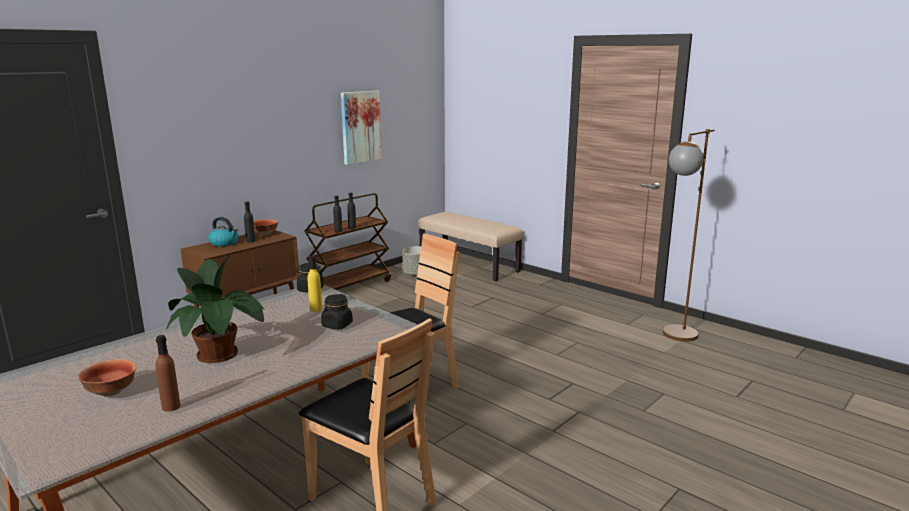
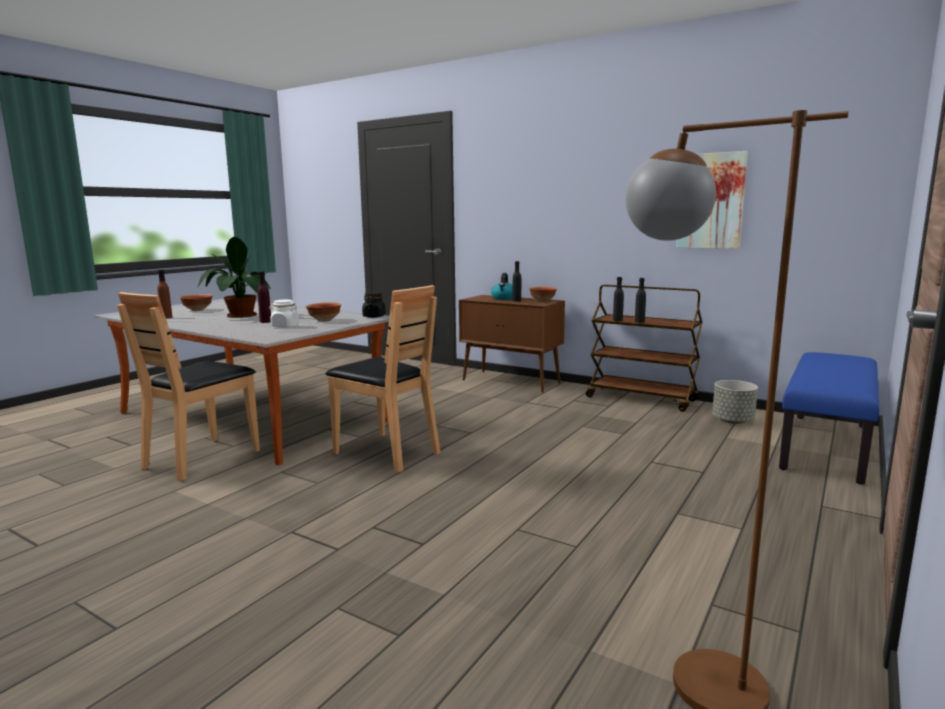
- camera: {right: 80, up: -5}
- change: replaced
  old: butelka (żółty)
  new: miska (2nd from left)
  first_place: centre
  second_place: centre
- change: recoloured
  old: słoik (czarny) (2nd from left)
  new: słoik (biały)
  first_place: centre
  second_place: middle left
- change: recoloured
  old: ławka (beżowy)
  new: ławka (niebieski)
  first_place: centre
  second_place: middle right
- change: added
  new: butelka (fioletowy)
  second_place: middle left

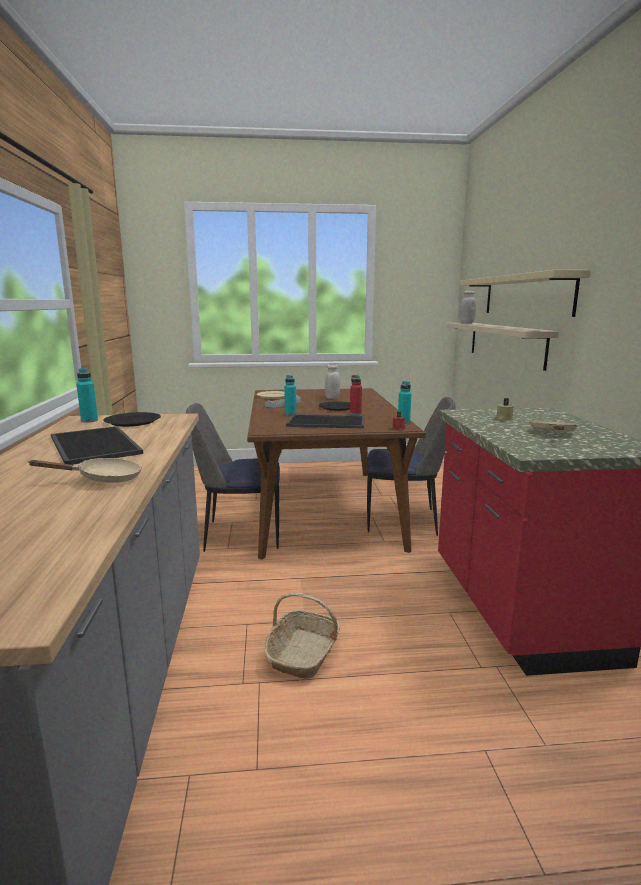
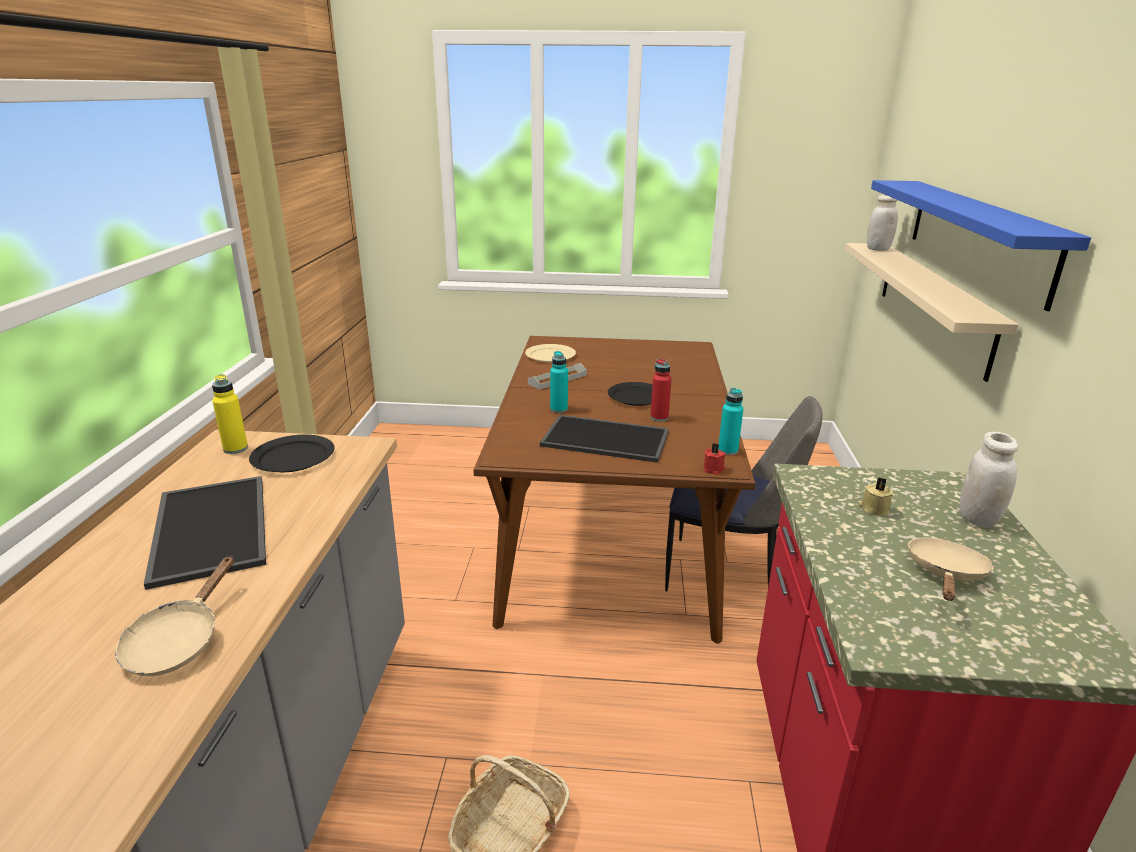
- camera: {right: 10, up: 10}
- change: turned
  old: patelnia (beżowy) (1st from left)
  first_place: middle left
  second_place: bottom left
  degrees: 105
- change: recoloured
  old: butelka (turkusowy) (1st from left)
  new: butelka (żółty)
  first_place: middle left
  second_place: middle left
- change: removed
  old: krzesło (1st from left)
  first_place: centre
- change: moved
  old: słoik (biały) (1st from left in the first image)
  new: słoik (biały) (2nd from left)
  first_place: centre
  second_place: middle right
- change: recoloured
  old: półka (beżowy) (2nd from left)
  new: półka (niebieski)
  first_place: top right
  second_place: top right

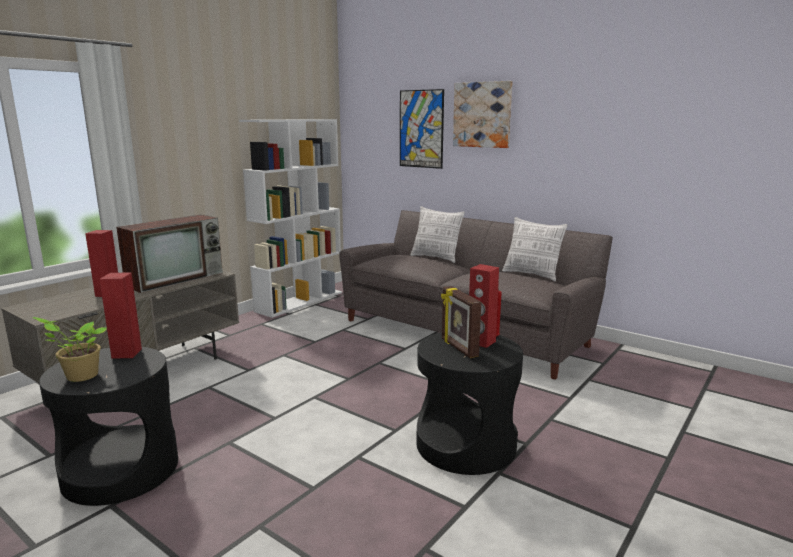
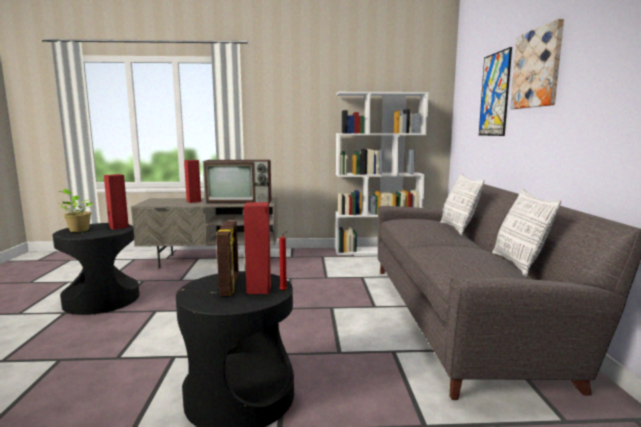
- camera: {right: 50, up: -5}
- change: turned
  old: ramka na zdjęcie
  first_place: centre
  second_place: centre
  degrees: 150

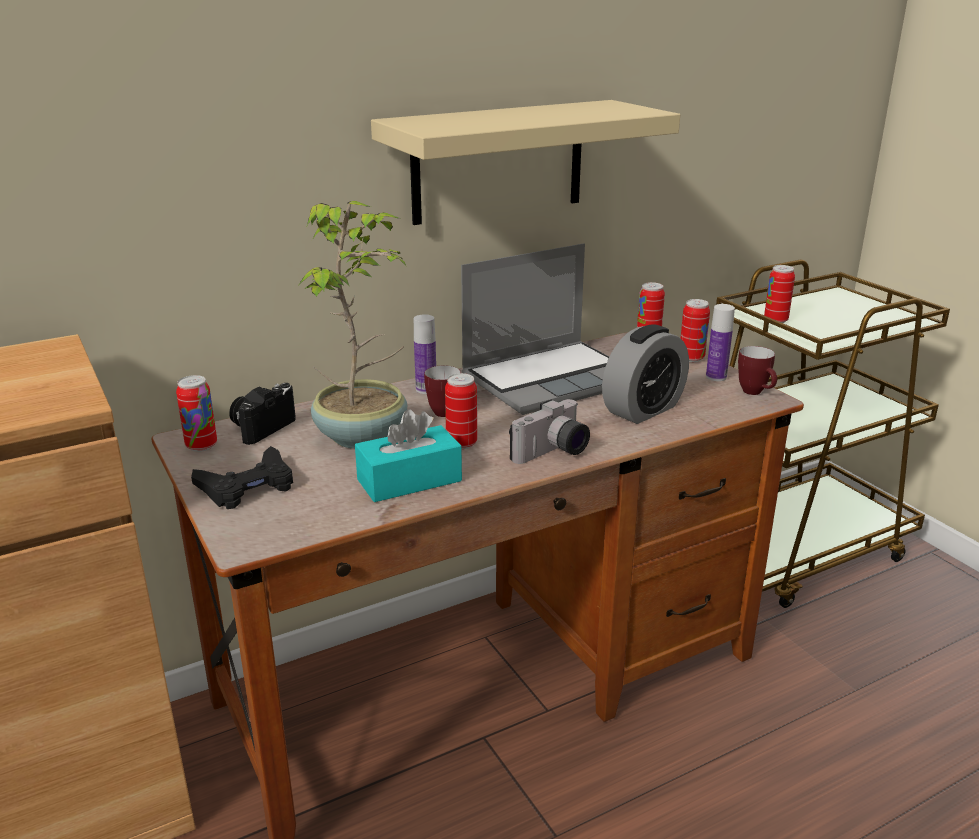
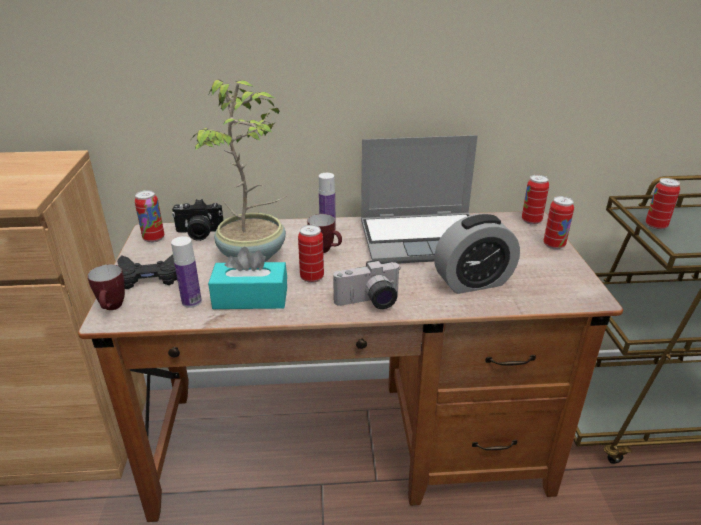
- camera: {right: 25, up: 5}
- change: turned
  old: aparat fotograficzny (1st from left)
  first_place: middle left
  second_place: middle left
  degrees: -150
- change: removed
  old: półka (beżowy)
  first_place: top centre
- change: moved
  old: butelka (2nd from left in the first image)
  new: butelka (1st from left)
  first_place: middle right
  second_place: middle left
- change: moved
  old: kubek (2nd from left in the first image)
  new: kubek (1st from left)
  first_place: middle right
  second_place: middle left

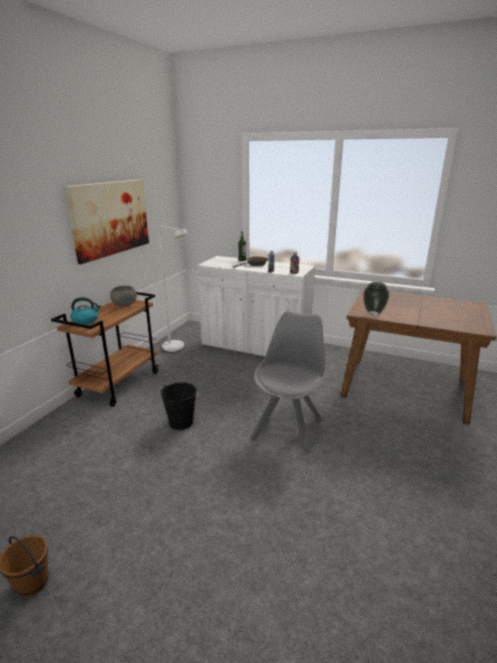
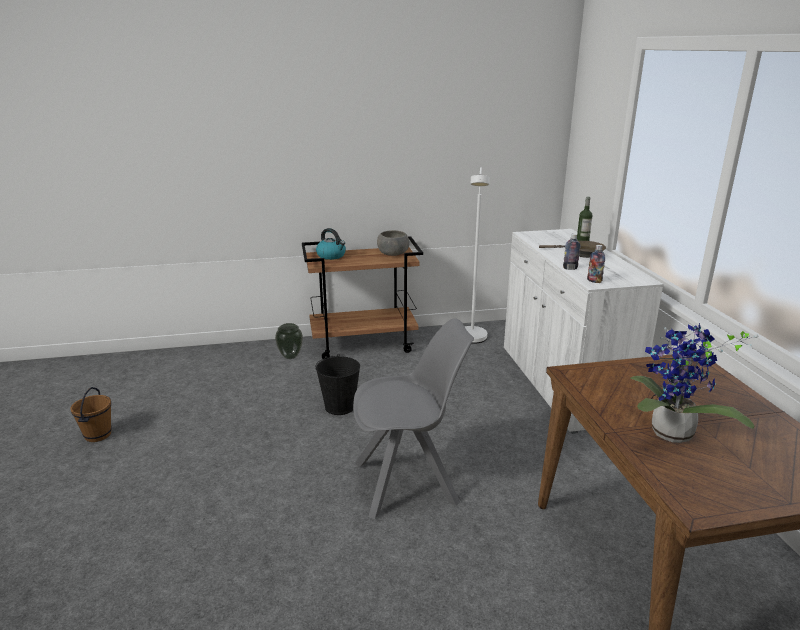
- camera: {right: 55, up: 0}
- change: removed
  old: obraz
  first_place: middle left
- change: moved
  old: wazon
  first_place: middle right
  second_place: centre
- change: added
  new: roślina doniczkowa
  second_place: middle right

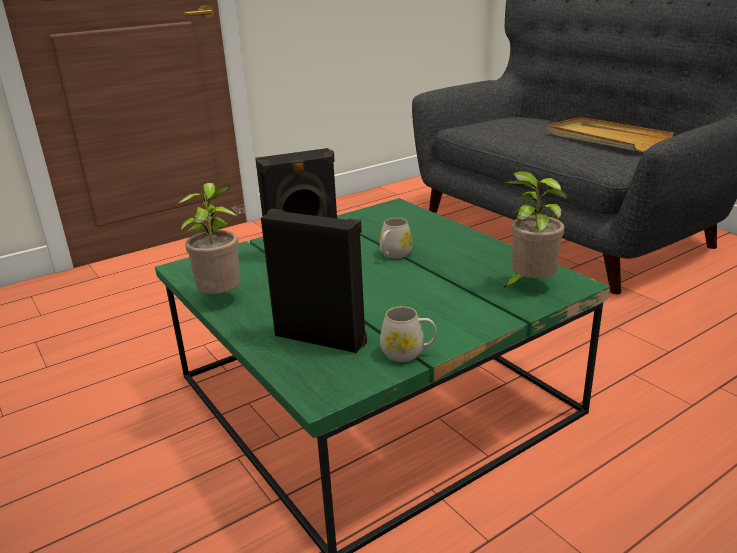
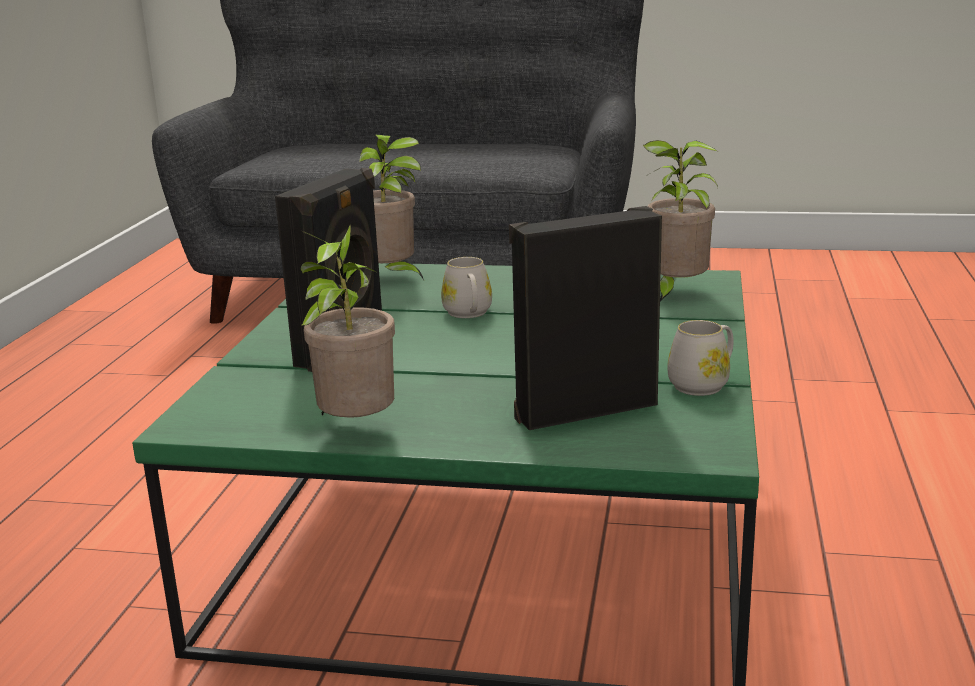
- camera: {right: -45, up: -5}
- change: removed
  old: taca (beżowy)
  first_place: top right
- change: added
  new: roślina doniczkowa (2nd from left)
  second_place: top centre

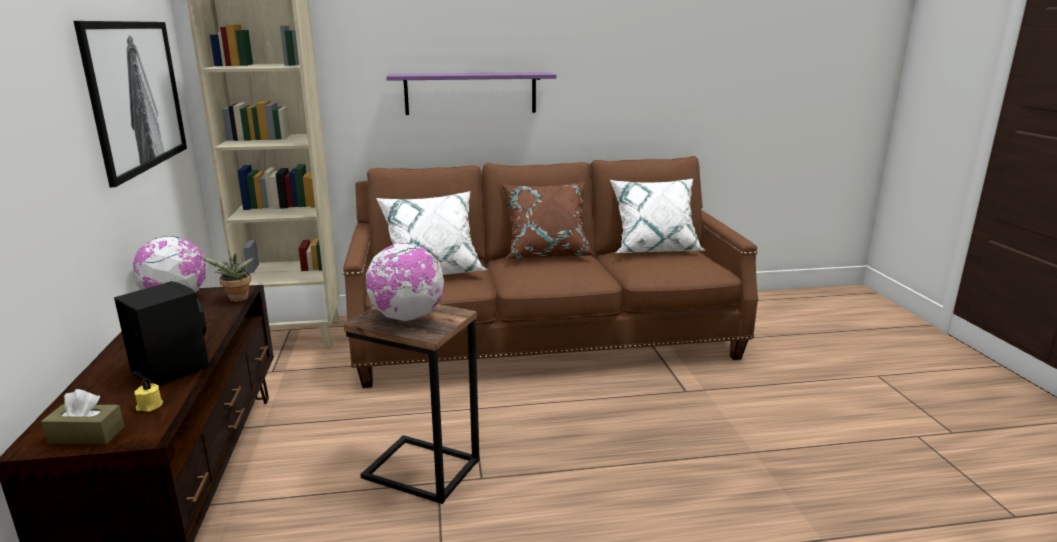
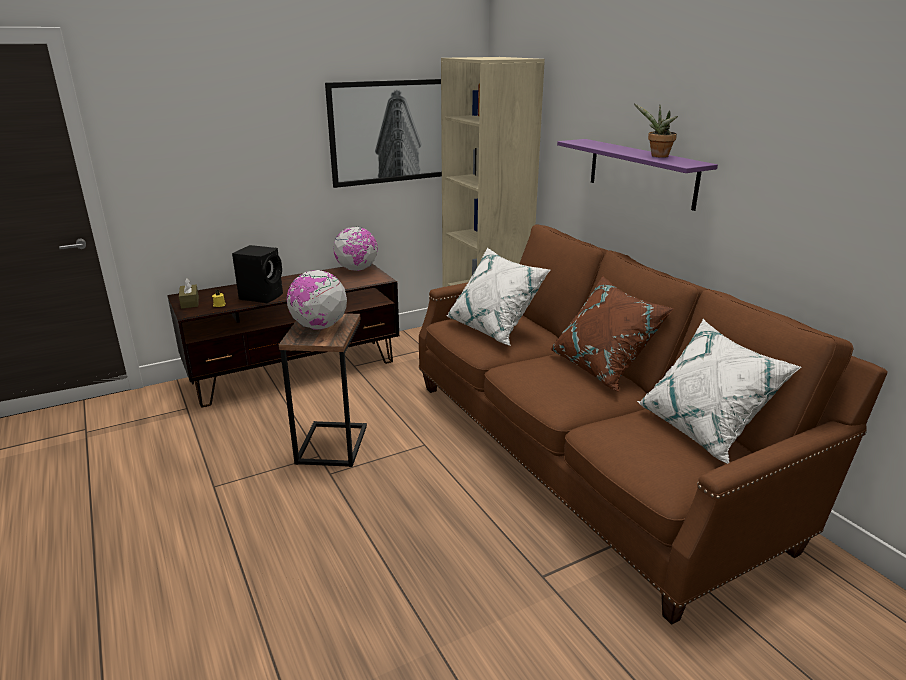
- camera: {right: 70, up: 5}
- change: moved
  old: roślina doniczkowa
  first_place: middle left
  second_place: top right

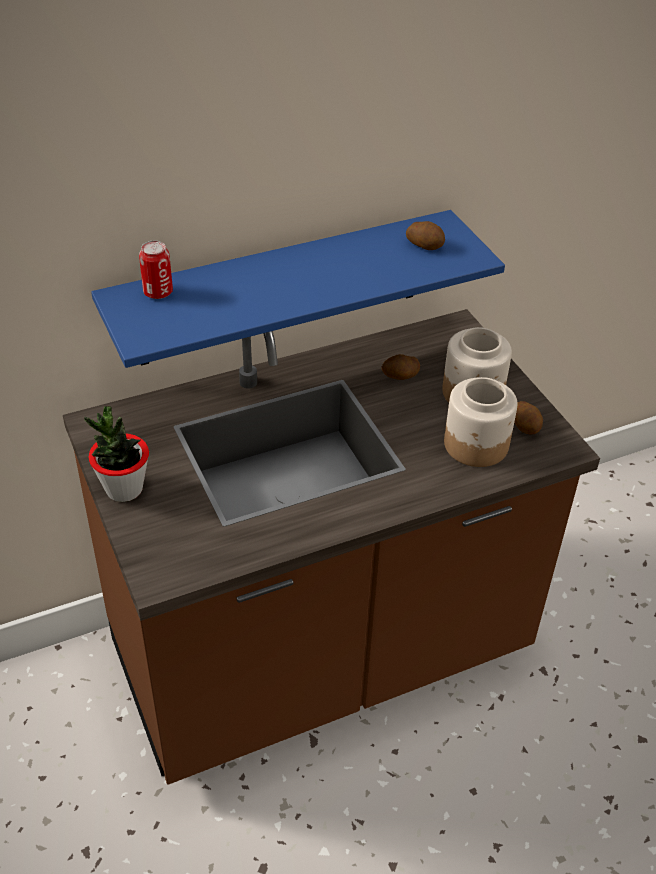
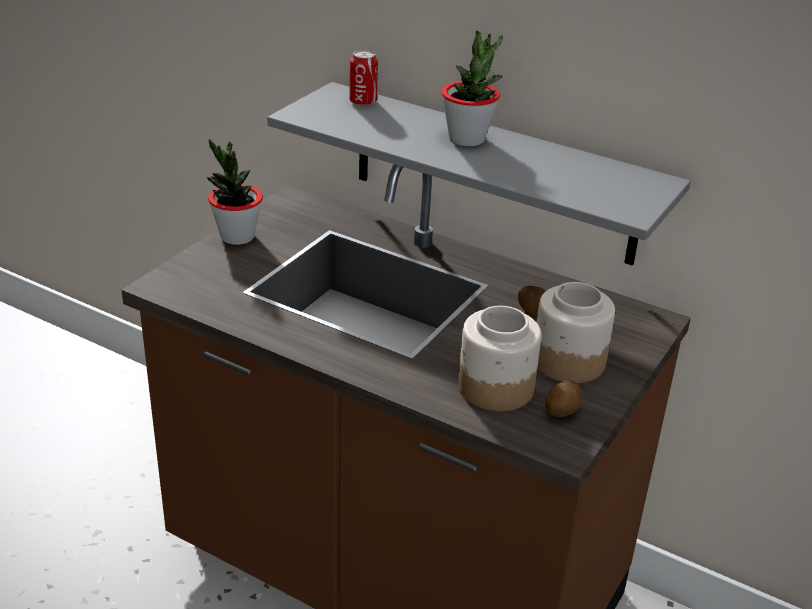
- camera: {right: 55, up: -10}
- change: recoloured
  old: półka (niebieski)
  new: półka (szary)
  first_place: top centre
  second_place: top centre
- change: removed
  old: ziemniak (2nd from left)
  first_place: top centre
- change: added
  new: roślina doniczkowa (2nd from left)
  second_place: top centre

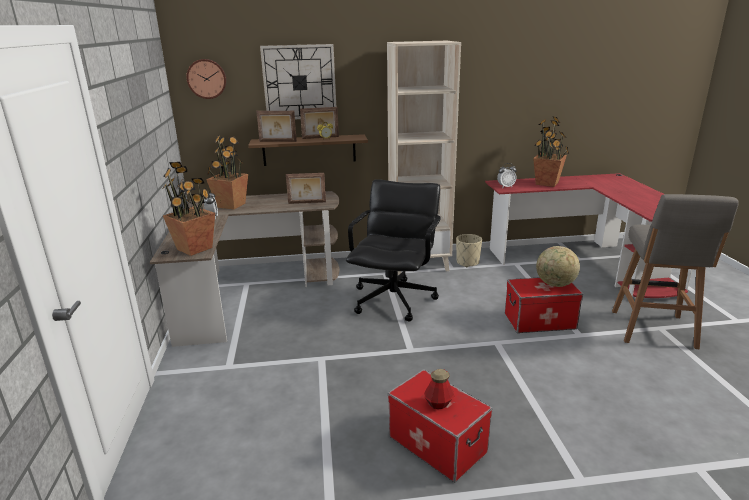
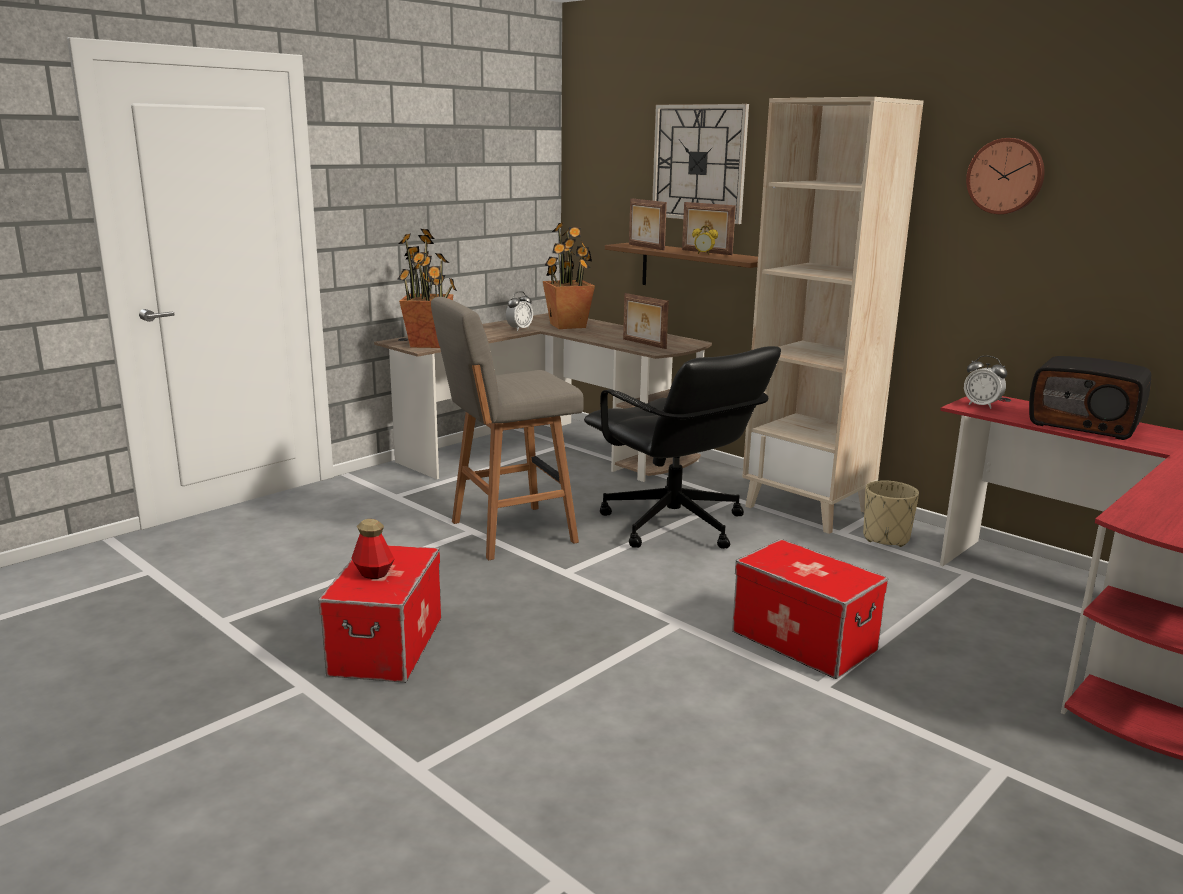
- camera: {right: 50, up: -5}
- change: moved
  old: zegar ścienny (1st from left in the first image)
  new: zegar ścienny (2nd from left)
  first_place: top left
  second_place: top right
- change: turned
  old: krzesło biurowe (czarny)
  first_place: centre
  second_place: centre
  degrees: 75
- change: replaced
  old: roślina doniczkowa (3rd from left)
  new: radio
  first_place: top right
  second_place: middle right
- change: removed
  old: globus
  first_place: middle right
- change: moved
  old: stołek (szary)
  first_place: middle right
  second_place: centre

